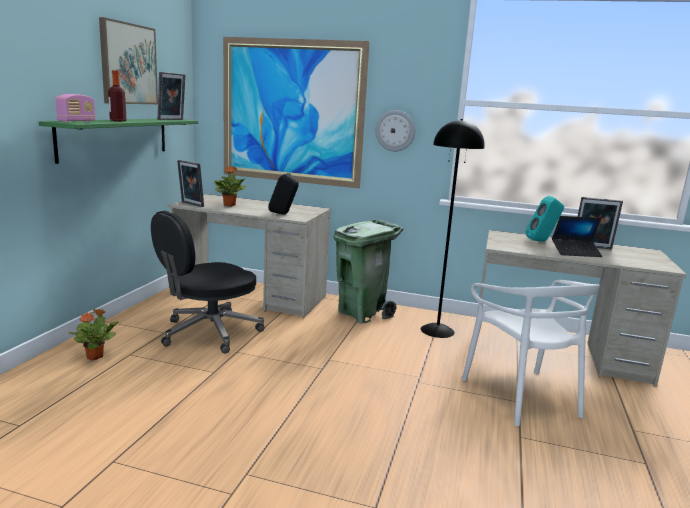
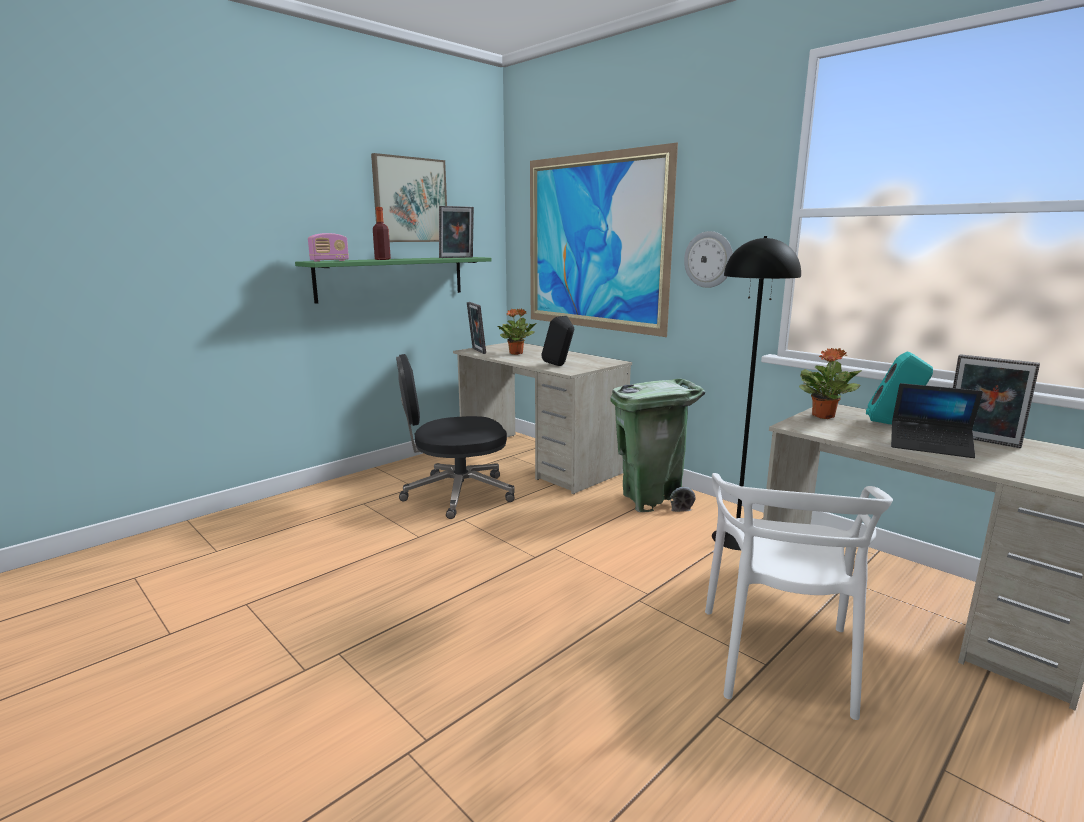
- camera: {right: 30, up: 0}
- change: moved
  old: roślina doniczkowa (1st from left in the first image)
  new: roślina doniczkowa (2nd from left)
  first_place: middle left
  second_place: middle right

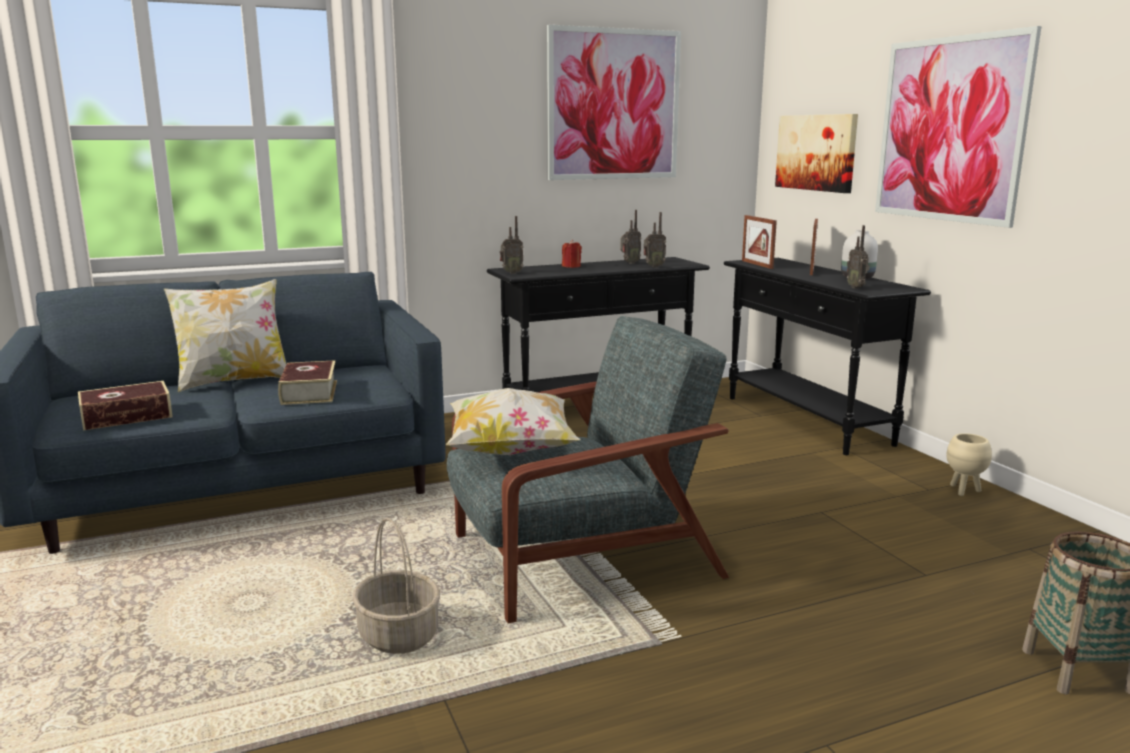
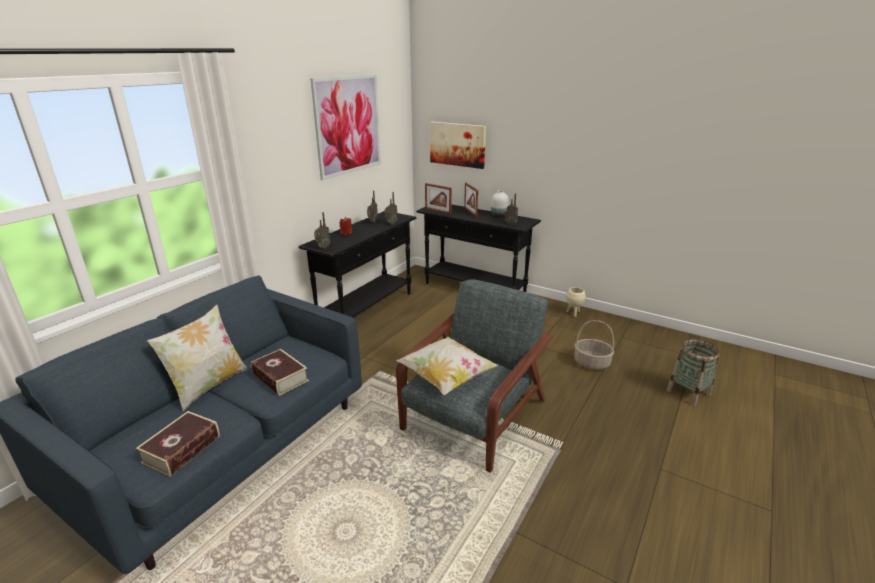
- camera: {right: -35, up: 10}
- change: moved
  old: koszyk (1st from left)
  first_place: bottom centre
  second_place: middle right
- change: removed
  old: obraz (3rd from left)
  first_place: top right

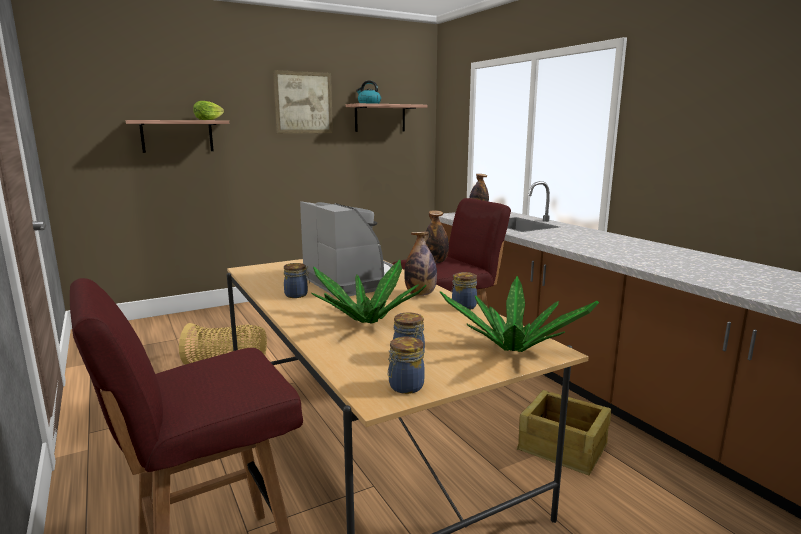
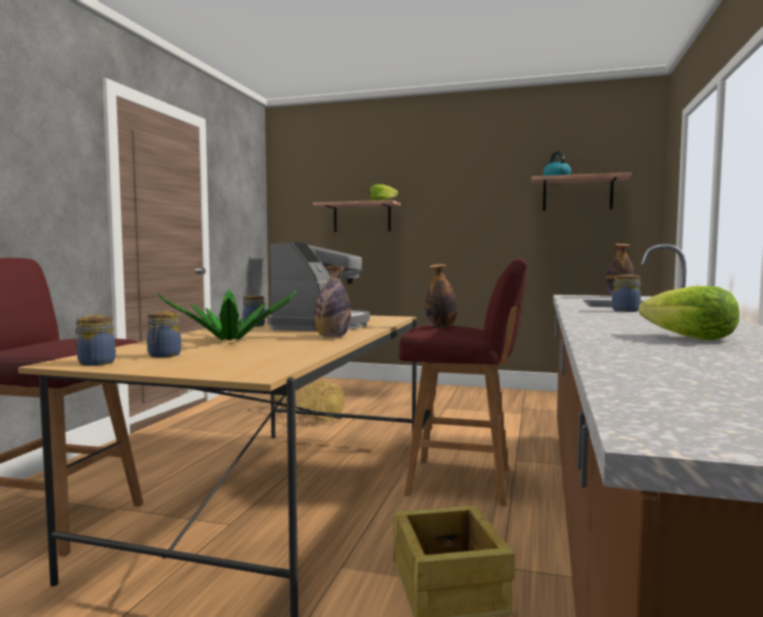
- camera: {right: 45, up: -10}
- change: removed
  old: obraz
  first_place: top centre
- change: removed
  old: roślina doniczkowa (2nd from left)
  first_place: centre
- change: moved
  old: słoik (4th from left)
  first_place: centre
  second_place: middle right
- change: added
  new: sałata (2nd from left)
  second_place: middle right

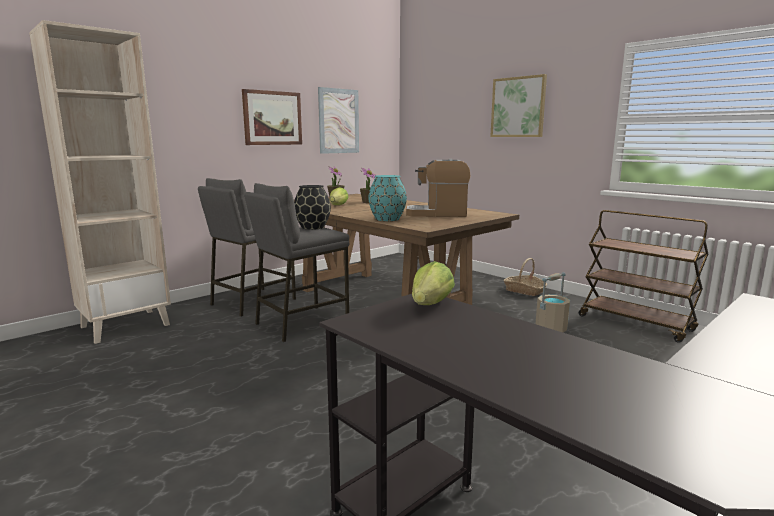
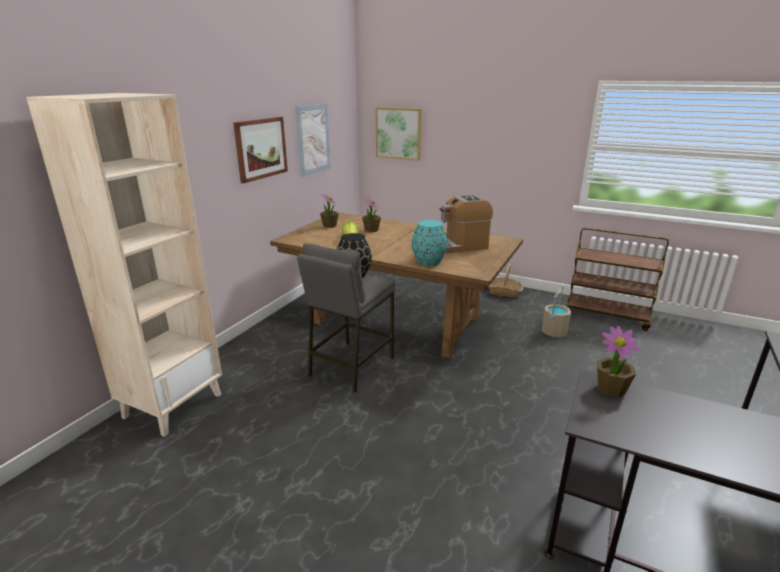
- camera: {right: -20, up: 10}
- change: removed
  old: stołek (szary) (1st from left)
  first_place: middle left
- change: replaced
  old: sałata (2nd from left)
  new: roślina doniczkowa (3rd from left)
  first_place: centre
  second_place: middle right
- change: moved
  old: obraz (3rd from left)
  first_place: top right
  second_place: top centre

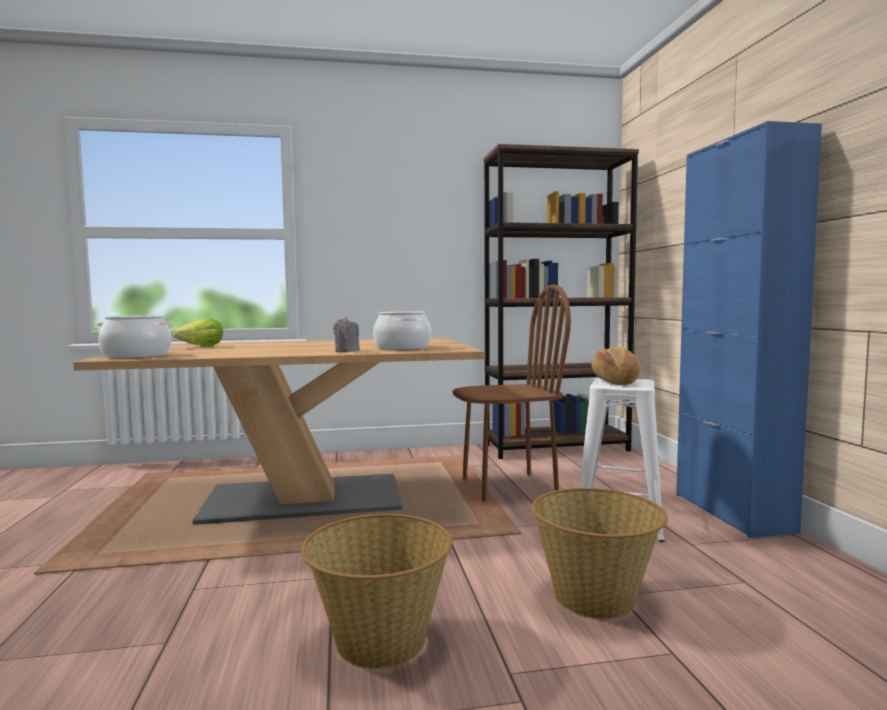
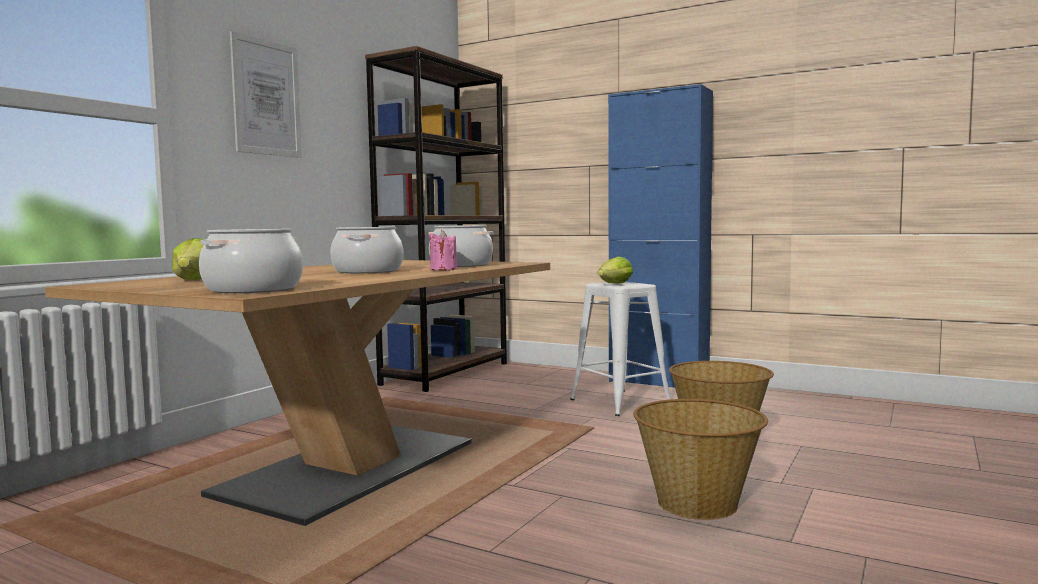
- camera: {right: -50, up: 0}
- change: recoloured
  old: świeca (szary)
  new: świeca (różowy)
  first_place: centre
  second_place: centre
- change: removed
  old: krzesło (brązowy)
  first_place: centre
- change: replaced
  old: chleb
  new: sałata (2nd from left)
  first_place: middle right
  second_place: centre
- change: added
  new: obraz
  second_place: top left
- change: added
  new: garnek (2nd from left)
  second_place: centre

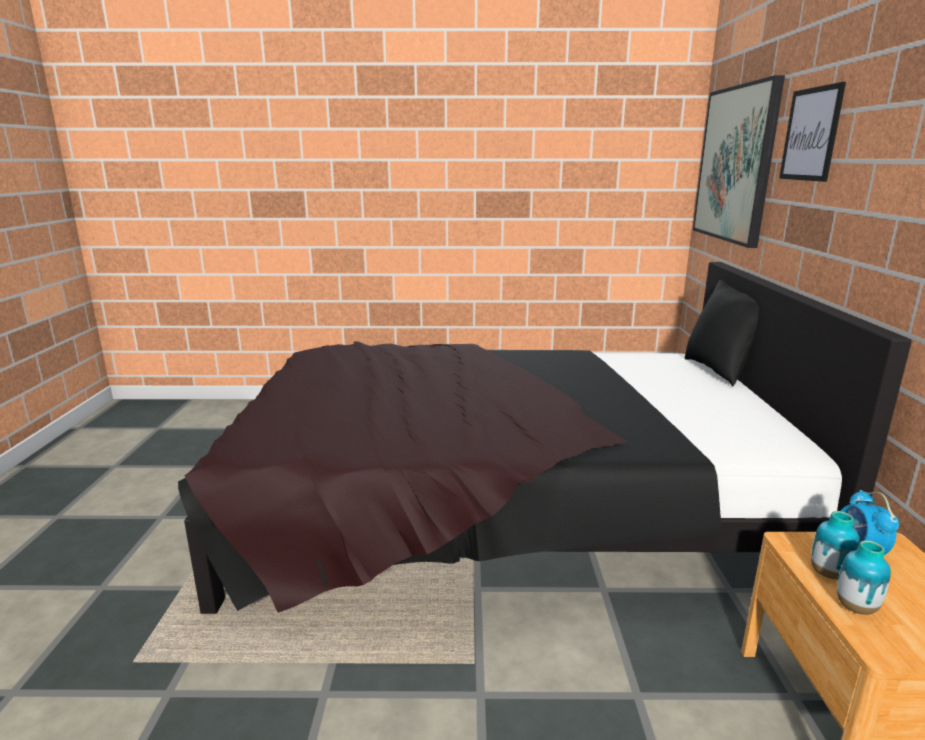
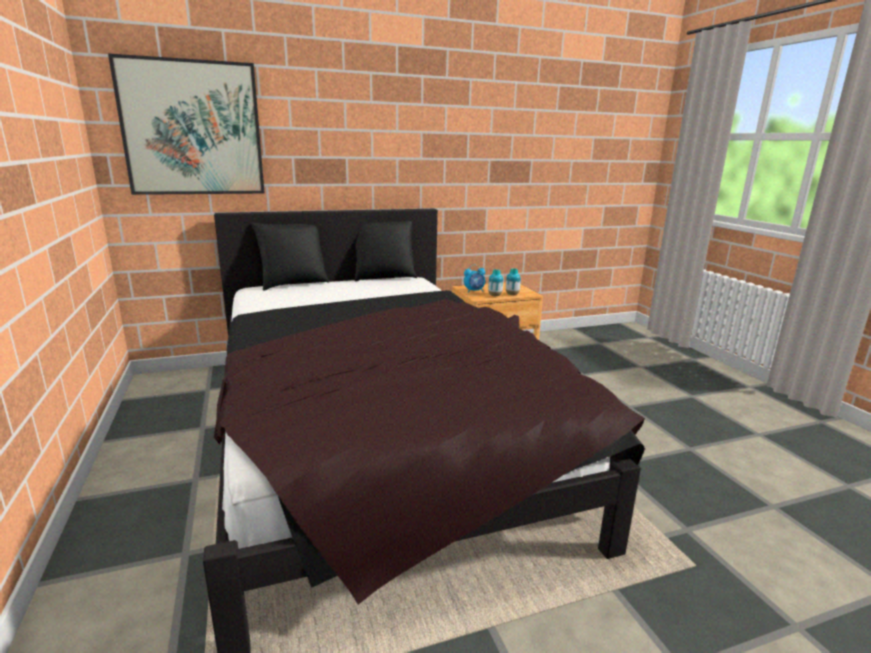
- camera: {right: -110, up: 0}
- change: removed
  old: obraz (2nd from left)
  first_place: top right
- change: added
  new: poduszka (czarny) (2nd from left)
  second_place: centre

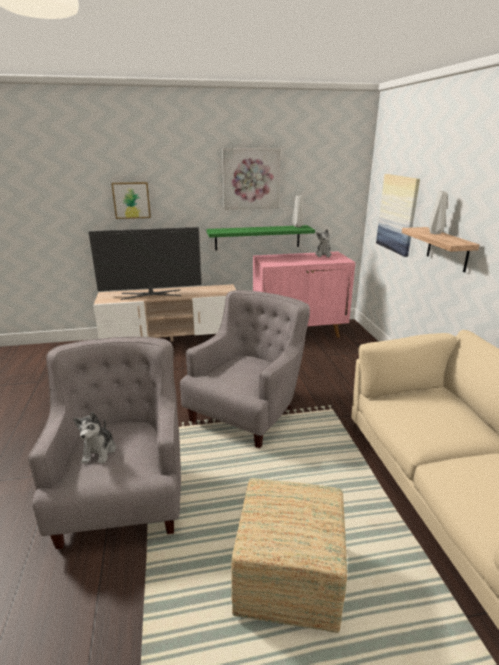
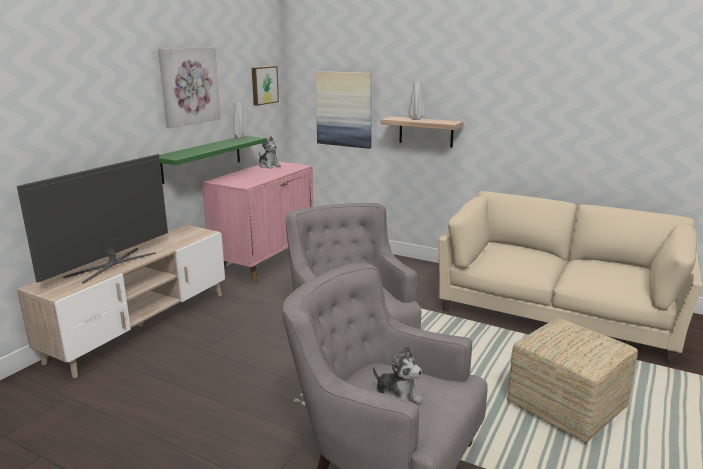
- camera: {right: -50, up: -5}
- change: moved
  old: obraz (1st from left in the first image)
  new: obraz (2nd from left)
  first_place: top left
  second_place: top centre

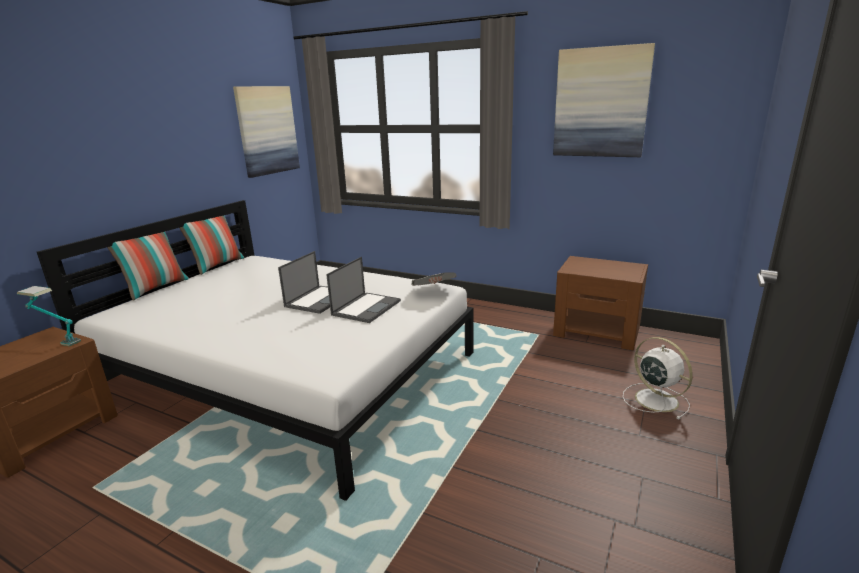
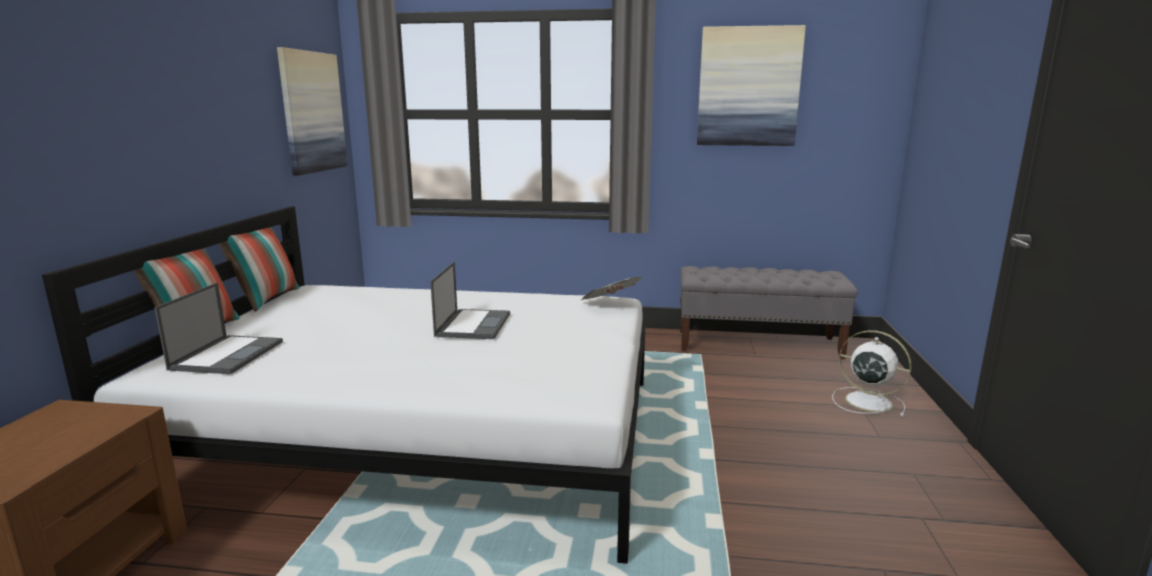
- camera: {right: -20, up: -5}
- change: removed
  old: lampa stołowa
  first_place: middle left
- change: moved
  old: laptop (2nd from left in the first image)
  new: laptop (1st from left)
  first_place: centre
  second_place: middle left
- change: replaced
  old: szafka nocna (brązowy) (2nd from left)
  new: ławka (szary)
  first_place: middle right
  second_place: middle right

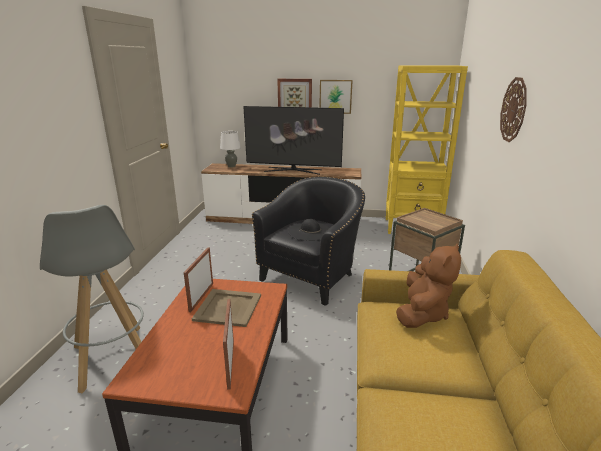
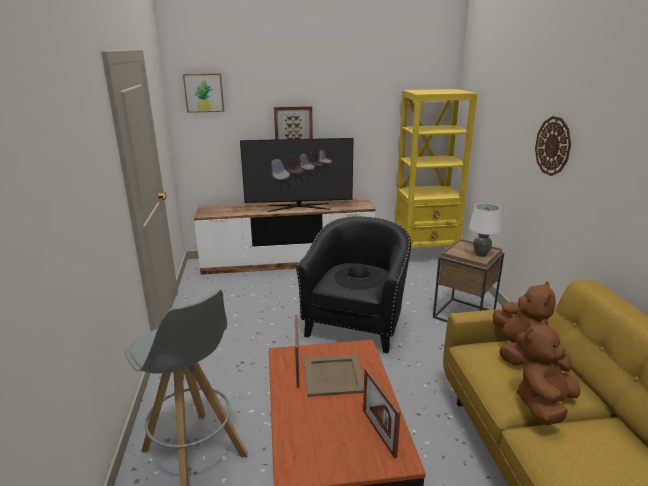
- camera: {right: -15, up: 0}
- change: moved
  old: lampa stołowa (biały)
  first_place: top centre
  second_place: middle right
- change: moved
  old: obraz (2nd from left in the first image)
  new: obraz (1st from left)
  first_place: top centre
  second_place: top left
- change: added
  new: pluszak (brązowy) (2nd from left)
  second_place: bottom right

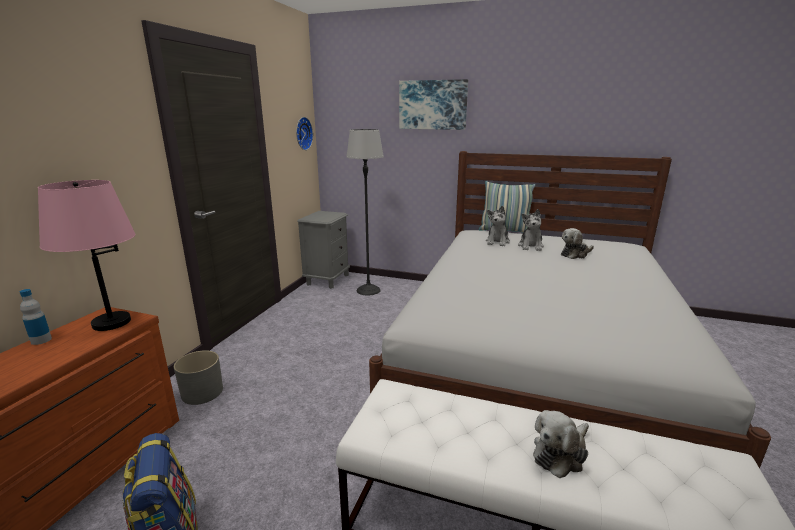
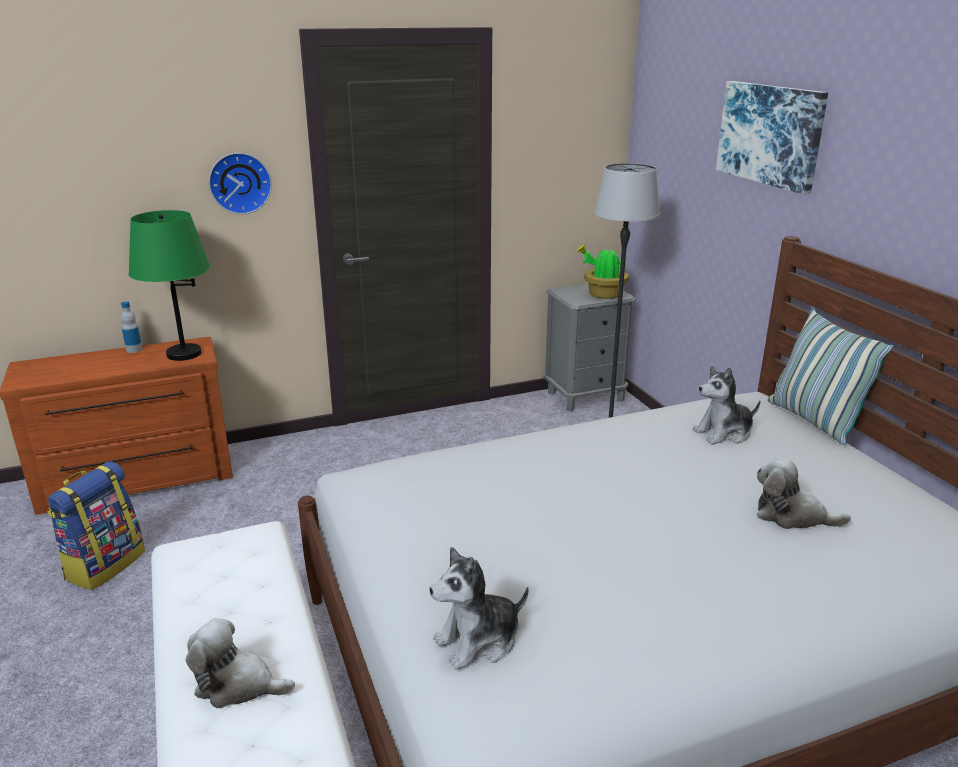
- camera: {right: 50, up: 5}
- change: recoloured
  old: lampa stołowa (różowy)
  new: lampa stołowa (zielony)
  first_place: middle left
  second_place: middle left
- change: removed
  old: donica (szary)
  first_place: bottom left
- change: moved
  old: zegar ścienny
  first_place: top centre
  second_place: top left
- change: moved
  old: pluszak (2nd from left)
  first_place: middle right
  second_place: bottom centre
- change: added
  new: roślina doniczkowa
  second_place: centre

